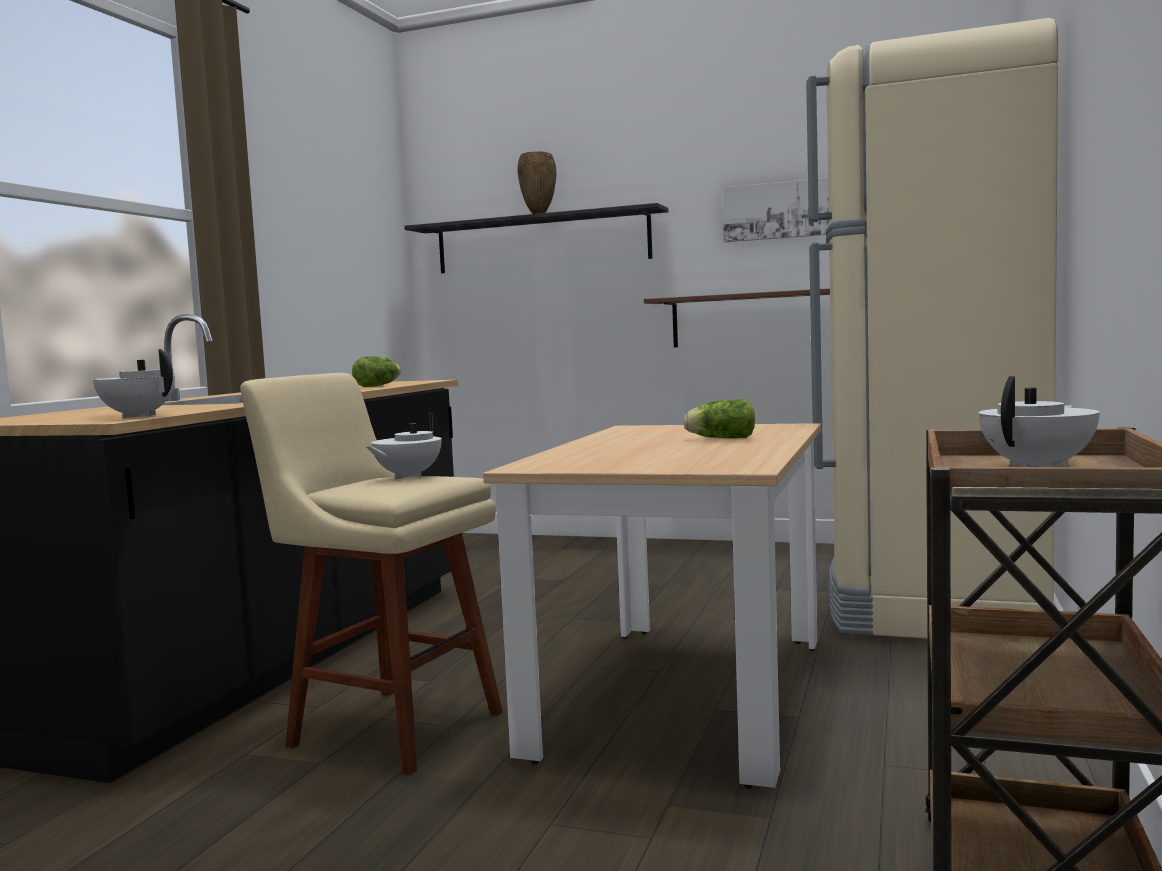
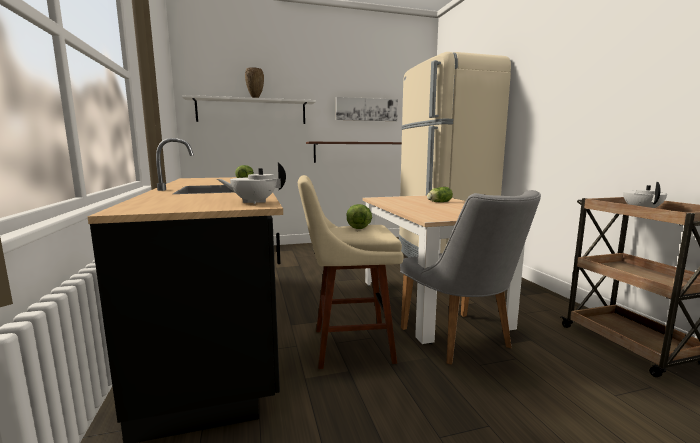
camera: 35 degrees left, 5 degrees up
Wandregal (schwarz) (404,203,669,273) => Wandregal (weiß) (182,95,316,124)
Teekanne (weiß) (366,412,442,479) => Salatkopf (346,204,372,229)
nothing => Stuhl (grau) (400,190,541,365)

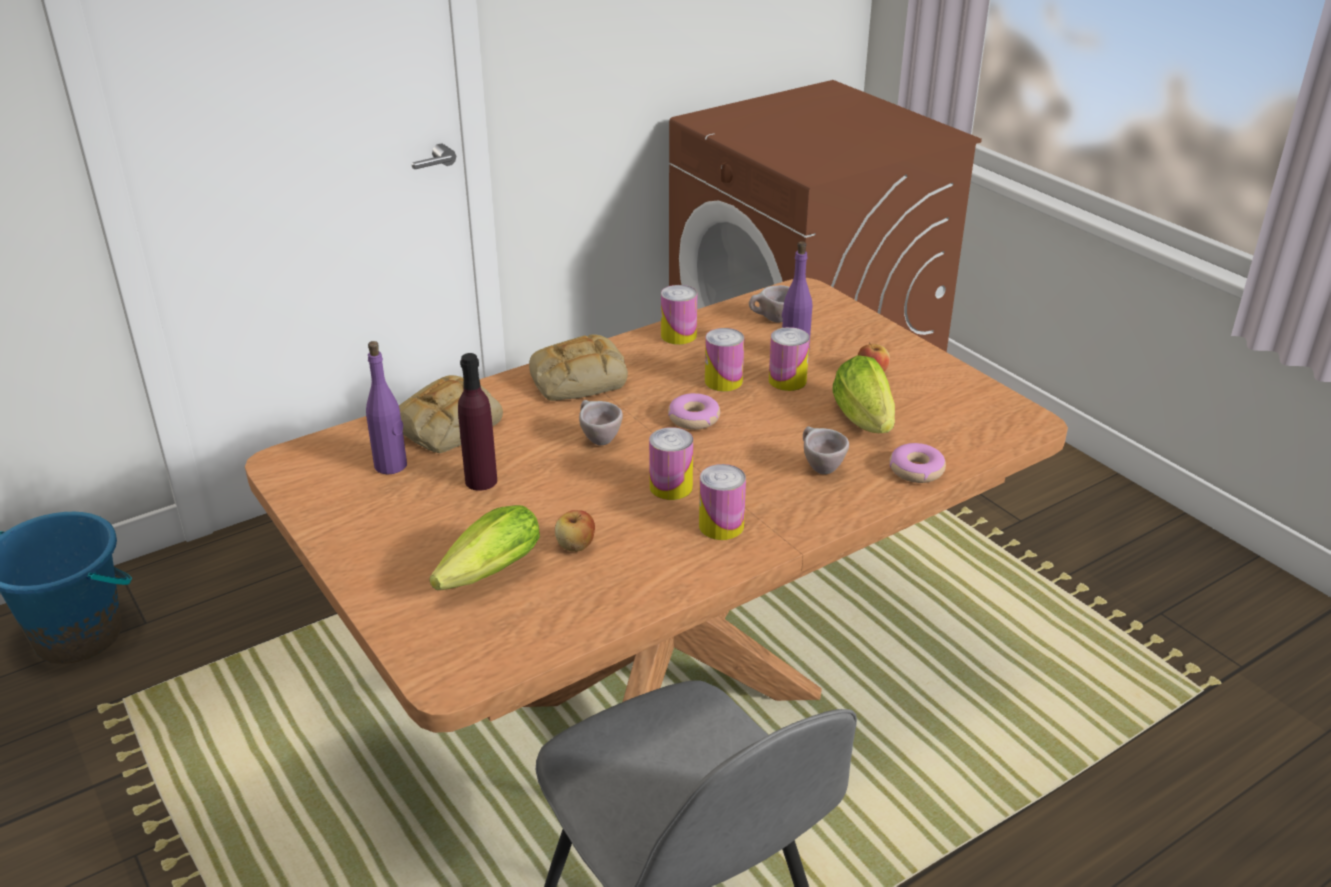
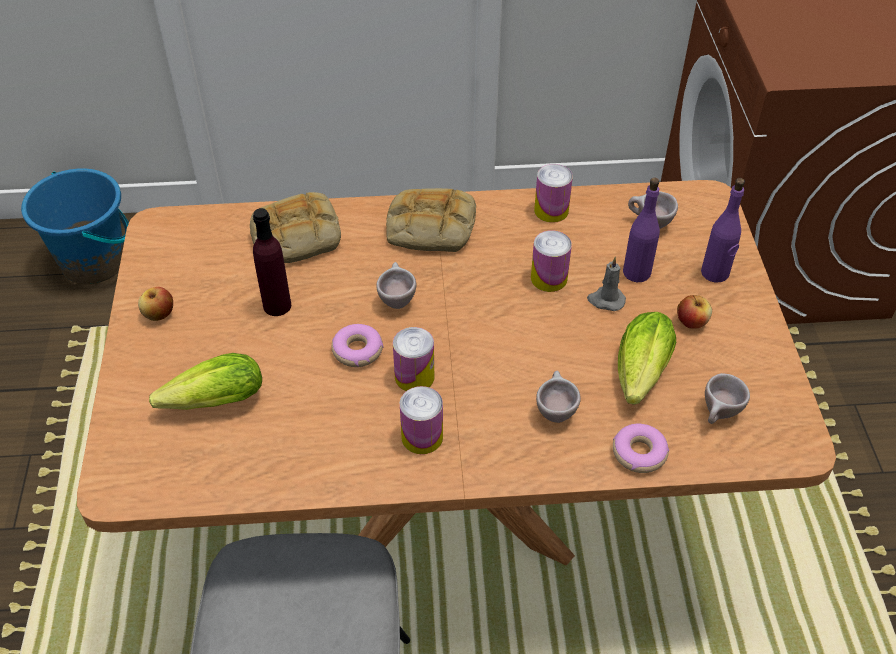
camera: 30 degrees right, 15 degrees up
Dose (769,327,810,391) => Kerze (grau) (587,257,626,311)
Flasche (lila) (366,341,407,475) => Flasche (lila) (701,178,745,282), shifted
Donut (668,393,720,430) => Donut (332,324,384,367), shifted
Apfel (555,510,595,552) => Apfel (138,287,173,321), shifted
nothing => Tasse (beige) (705,373,750,424)

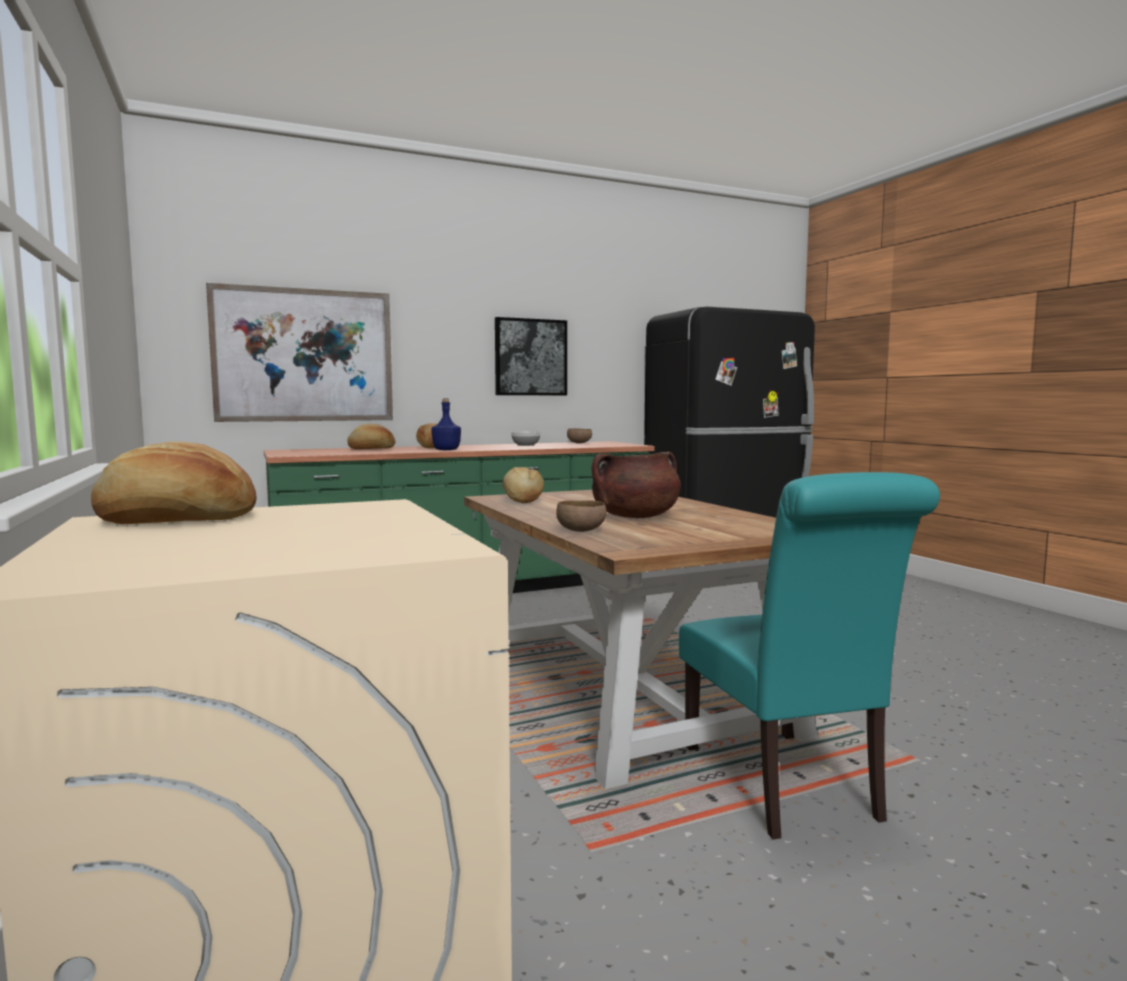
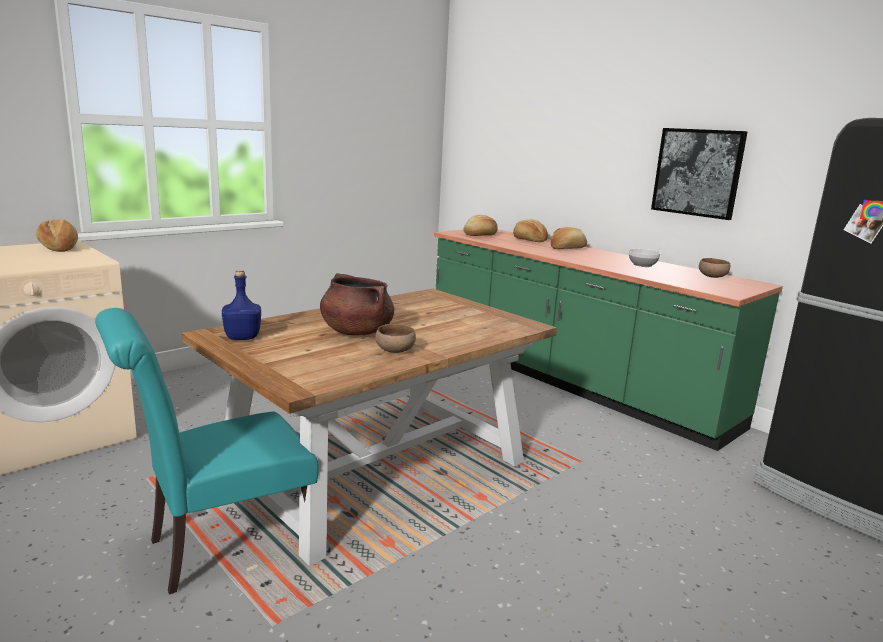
camera: 70 degrees right, 10 degrees up
Bild (206,283,393,422) => nothing
Flasche (blau) (432,398,461,450) => Flasche (blau) (222,270,261,340), shifted
Brot (503,467,544,503) => Brot (463,215,498,236), shifted
Schüssel (braun) (556,500,607,532) => Schüssel (braun) (375,324,416,353), shifted

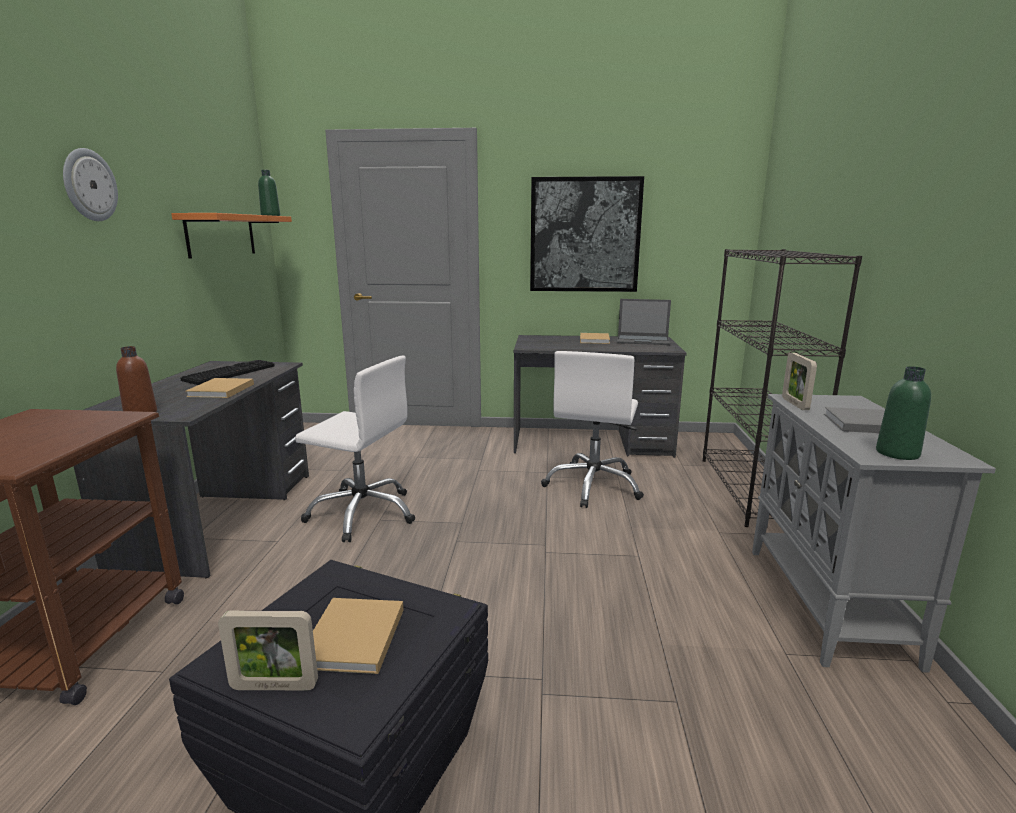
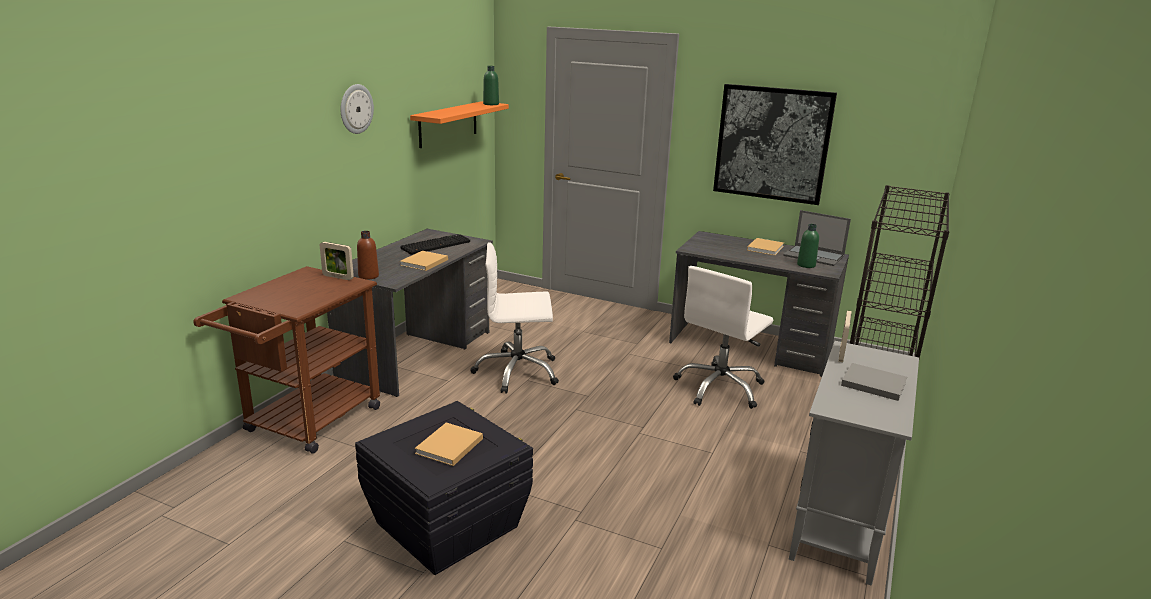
camera: 20 degrees right, 5 degrees up
Bürostuhl (weiß) (295,356,415,542) => Bürostuhl (weiß) (471,242,559,394), 135 degrees clockwise
Flasche (grün) (876,366,931,460) => Flasche (grün) (797,224,819,268), shifted
Bilderrahmen (218,611,318,690) => Bilderrahmen (320,242,354,280), shifted

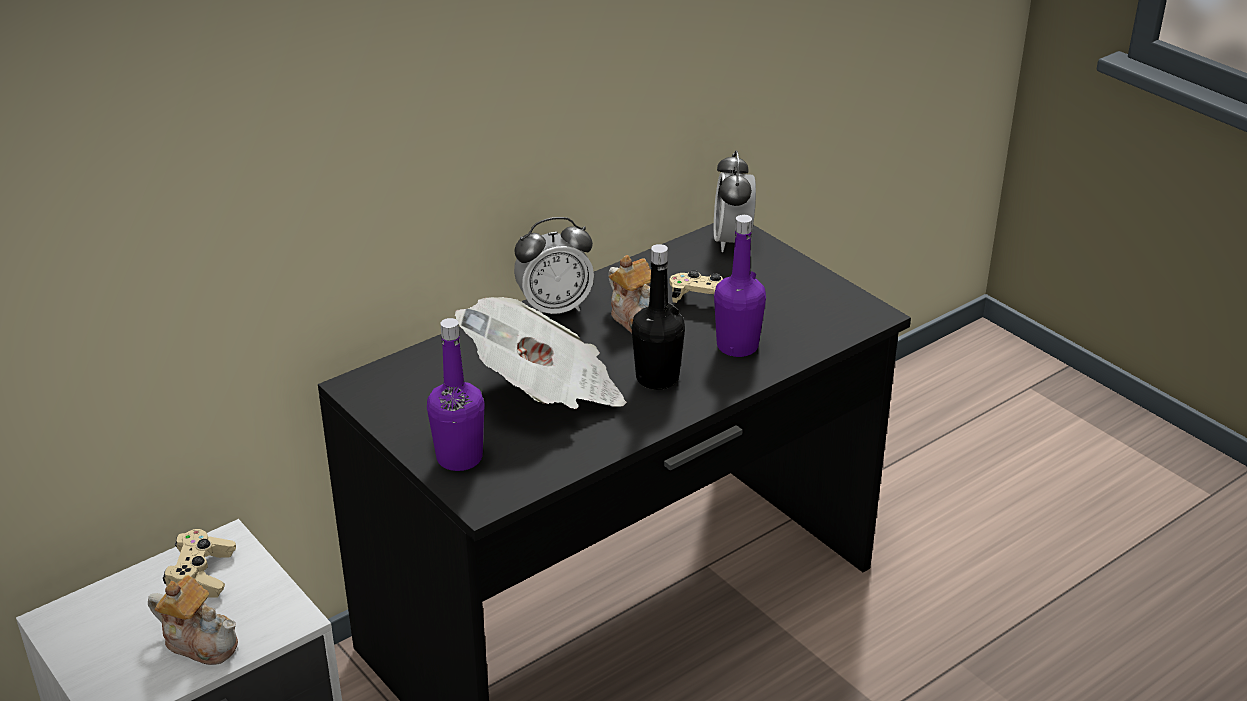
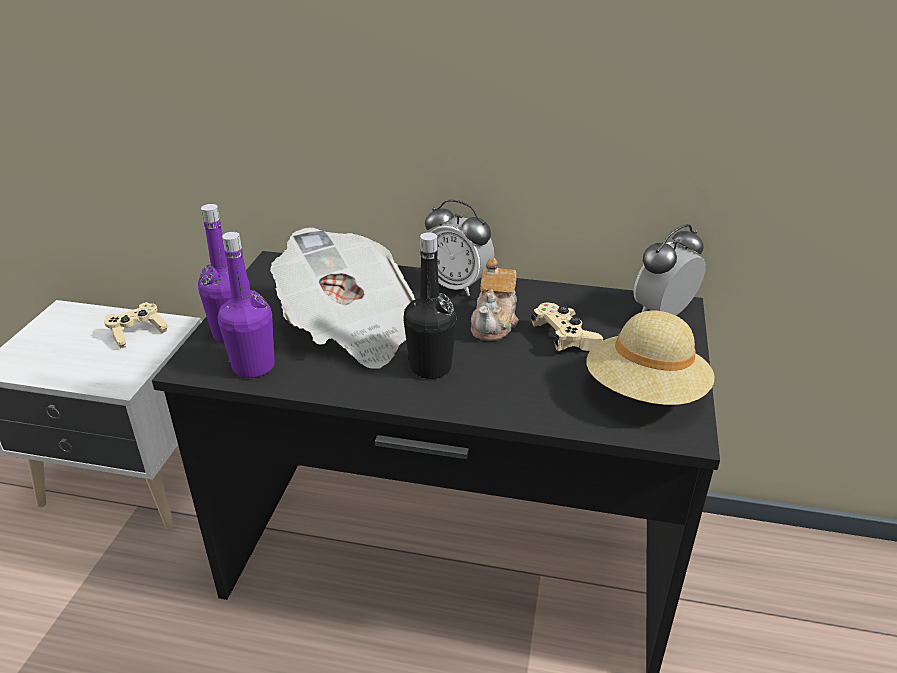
camera: 50 degrees right, 0 degrees up
Flasche (lila) (714,215,766,357) => Flasche (lila) (218,232,275,378), shifted
Teekanne (148,575,238,665) => nothing
nothing => Hut (beige) (587,310,715,405)

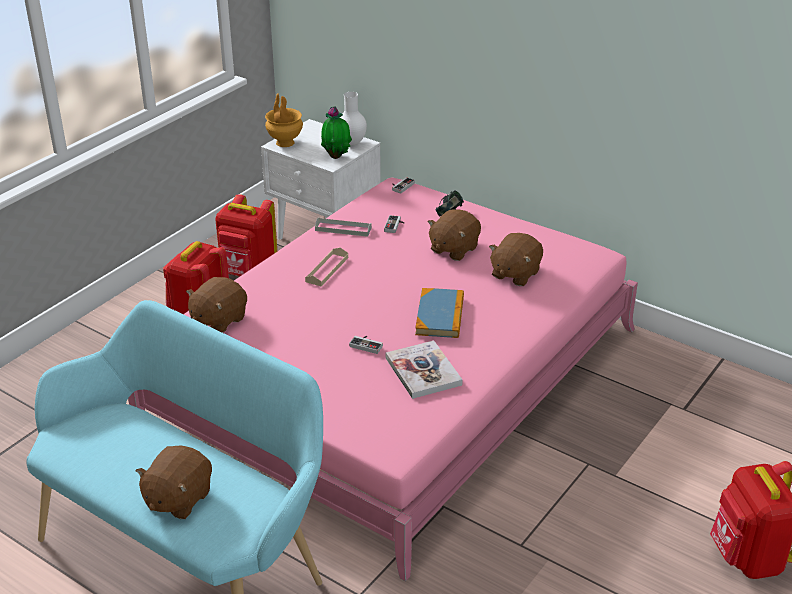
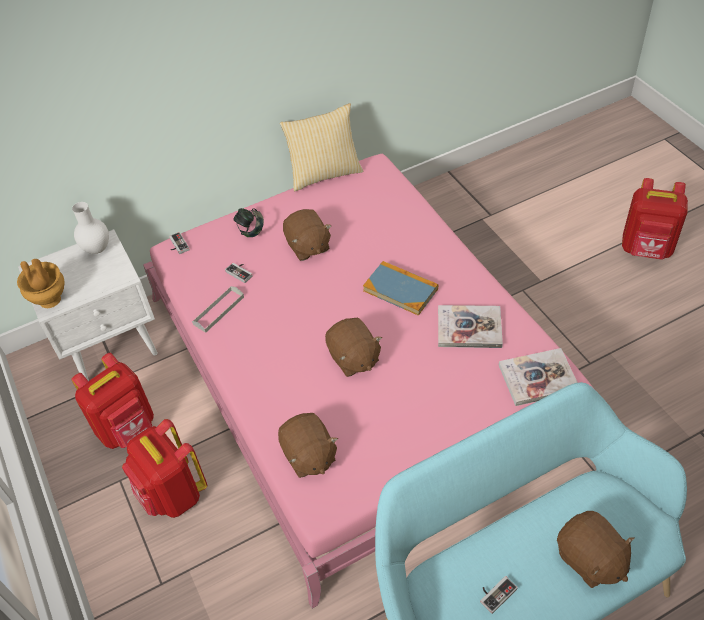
camera: 60 degrees left, 15 degrees up
Topfpflanze (321,106,352,159) => nothing
Plüschtier (braun) (489,233,543,286) => Plüschtier (braun) (325,318,382,377), shifted
Tablett (beige) (305,247,348,286) => nothing
Gamepad (349,336,383,354) => Gamepad (480,576,518,614), shifted
nothing => Kissen (280,103,363,191)
nothing => Buch (499,348,578,406)

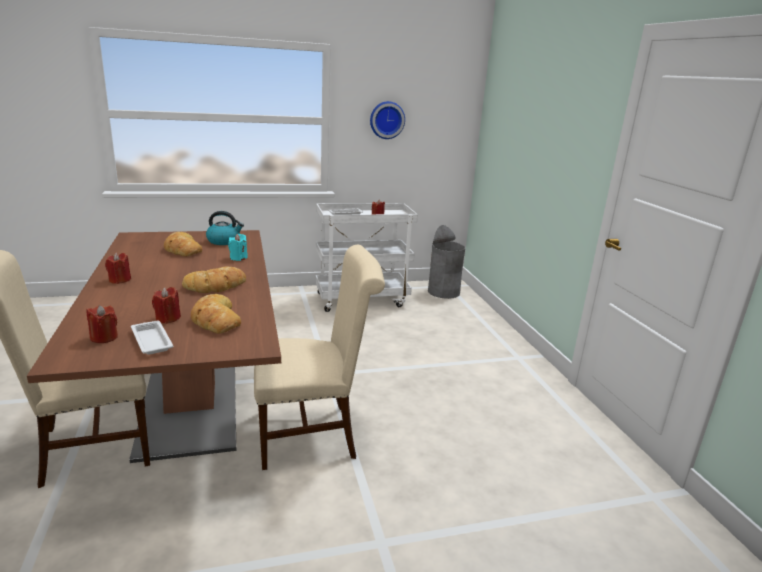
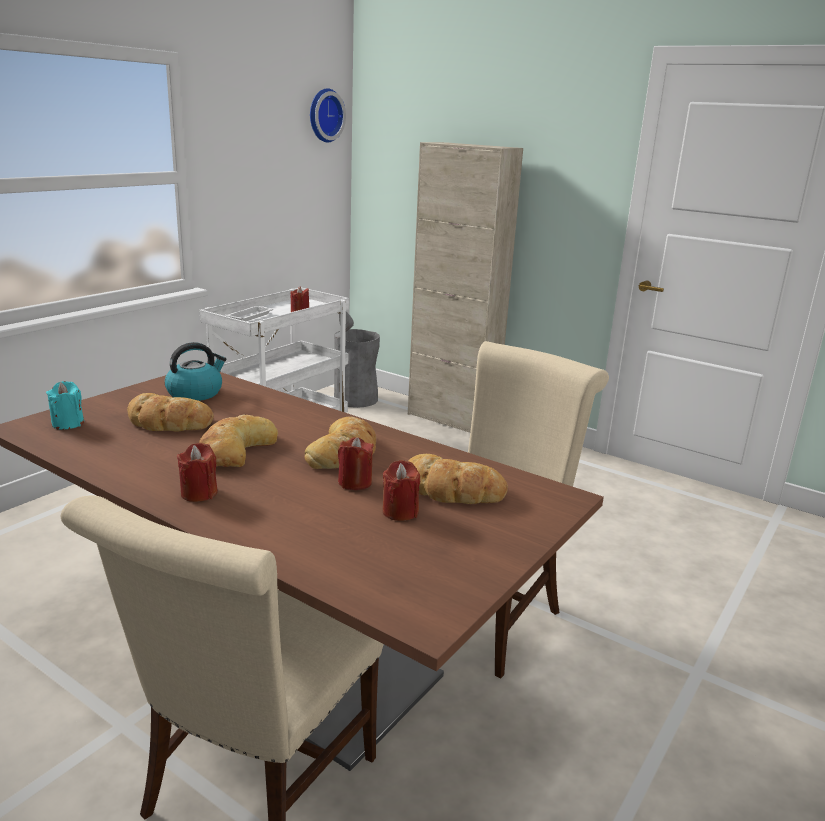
camera: 40 degrees left, 0 degrees up
Wanduhr (370,101,405,139) => Wanduhr (310,88,346,142), shifted
Kerze (türkis) (228,234,248,261) => Kerze (türkis) (46,381,84,429), shifted
Kerze (rot) (87,305,118,343) => Kerze (rot) (338,437,374,490), shifted
Tablett (weiß) (131,321,173,355) => nothing
nothing => Schrank (beige) (408,142,523,433)
nothing => Brot (199,415,278,467)

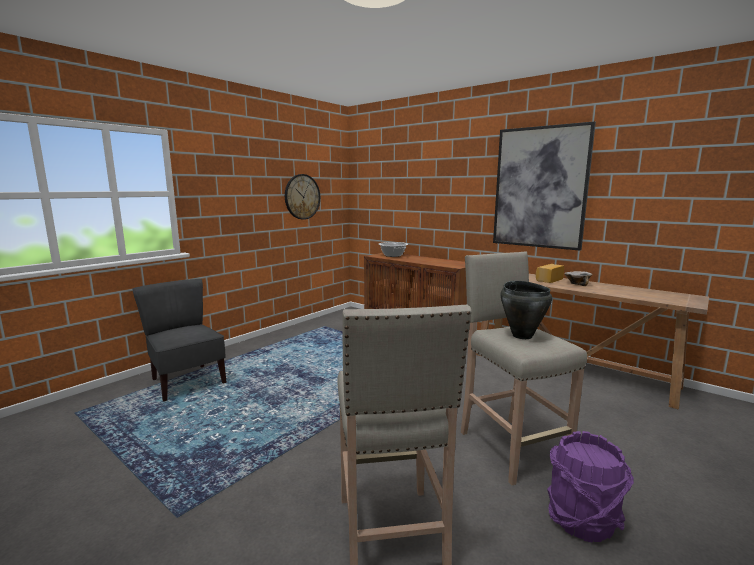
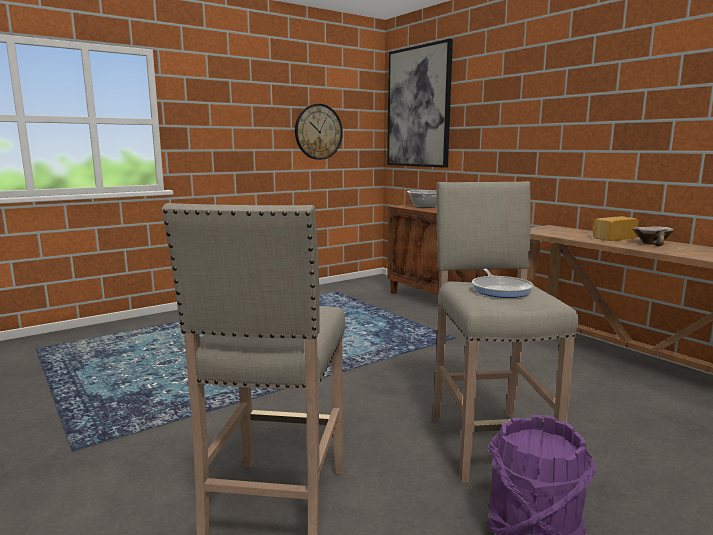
camera: 15 degrees right, 0 degrees up
Bild (493,121,596,251) => Bild (387,38,453,168), shifted
Stuhl (grau) (132,279,227,401) => nothing
Kochtopf (schwarz) (501,281,552,339) => Pfanne (472,269,534,298)

